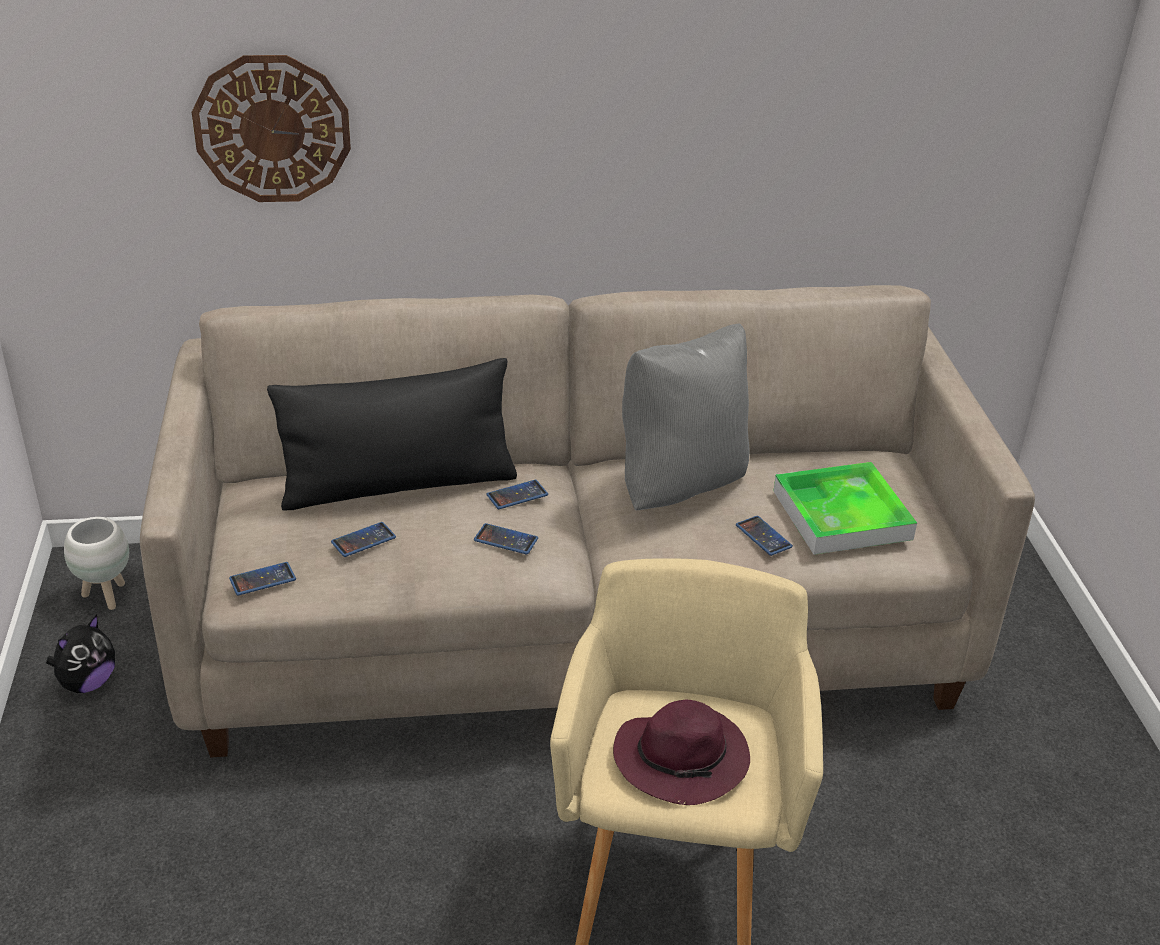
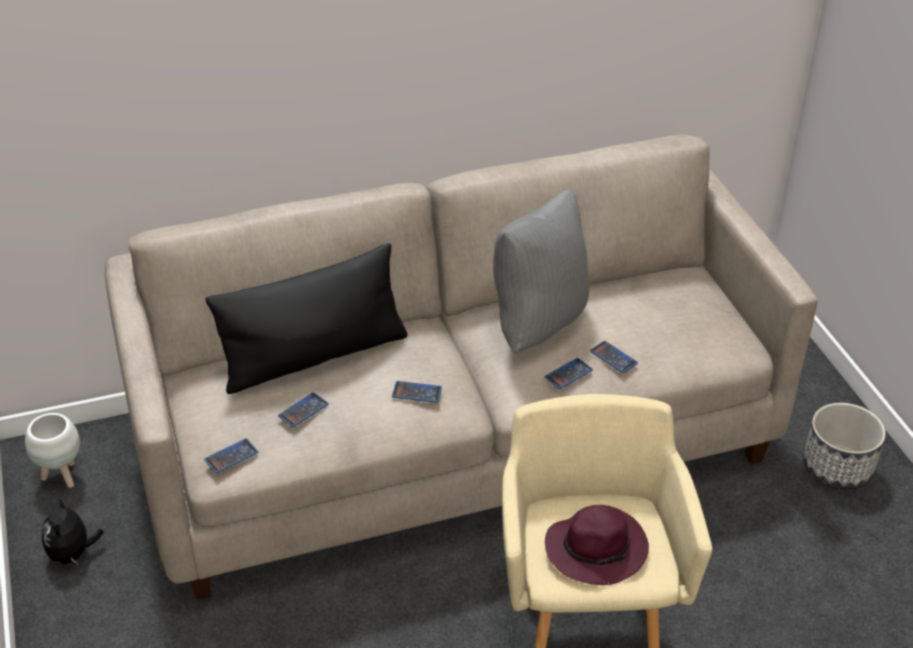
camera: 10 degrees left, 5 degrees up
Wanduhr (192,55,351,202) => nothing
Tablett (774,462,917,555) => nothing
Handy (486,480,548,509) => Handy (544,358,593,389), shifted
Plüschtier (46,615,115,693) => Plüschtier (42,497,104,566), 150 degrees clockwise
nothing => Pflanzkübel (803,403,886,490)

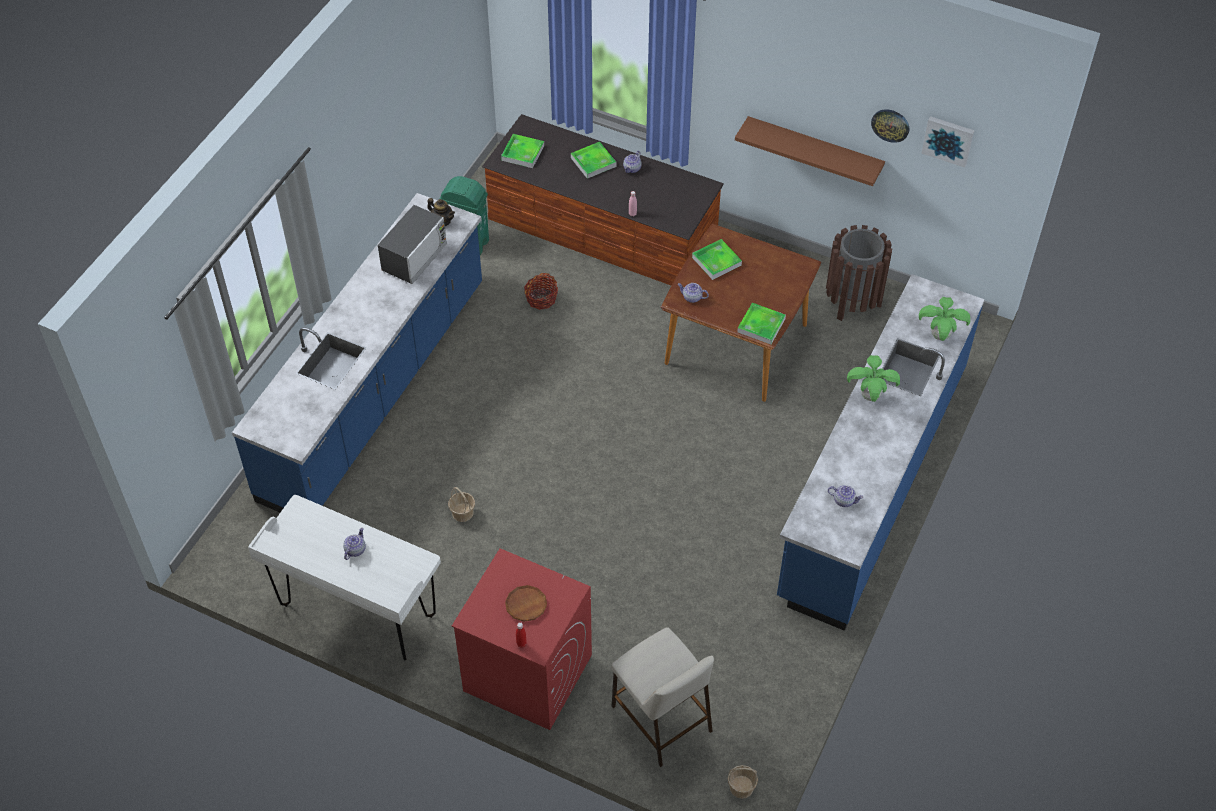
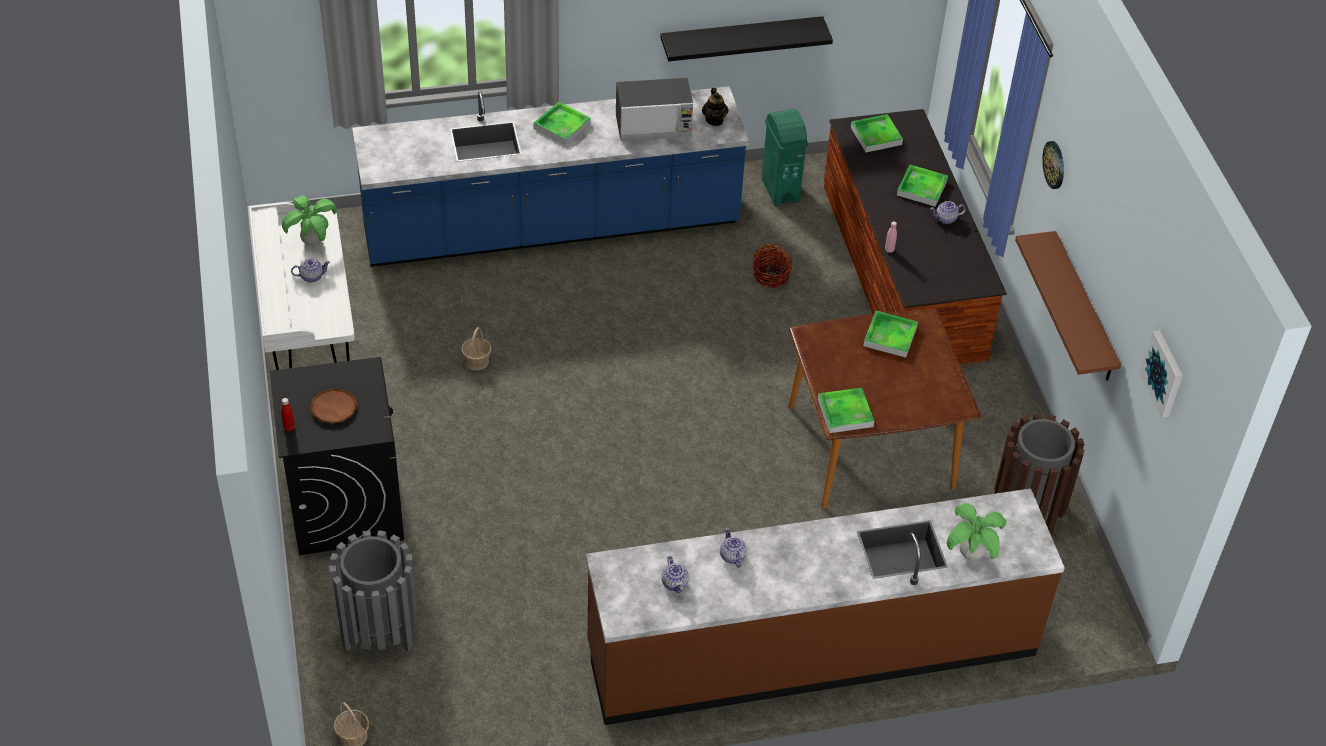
camera: 50 degrees right, 5 degrees down
Wanduhr (871,109,909,143) => Wanduhr (1042,141,1064,189), shifted
Küchenzeile (blau) (777,274,985,631) => Küchenzeile (braun) (586,489,1065,725)
Teekanne (677,283,709,303) => Teekanne (720,527,747,568), shifted
Topfpflanze (847,355,900,402) => Topfpflanze (282,196,337,246), shifted
Waschmaschine (rot) (452,548,592,730) => Waschmaschine (schwarz) (270,357,404,555)
Hocker (beige) (611,627,714,767) => Mülleimer (grau) (329,530,418,651)
nothing => Wandregal (schwarz) (660,16,833,62)
nothing => Tablett (534,102,591,145)

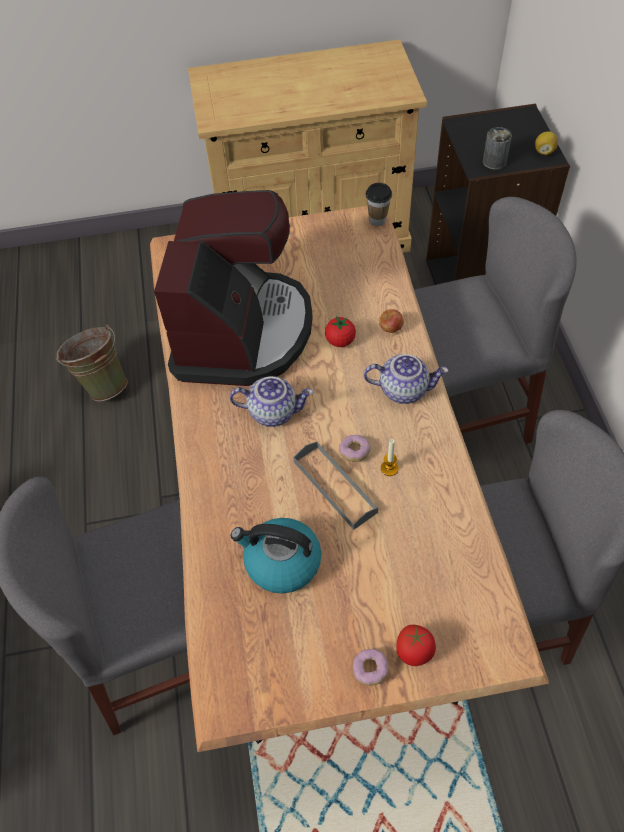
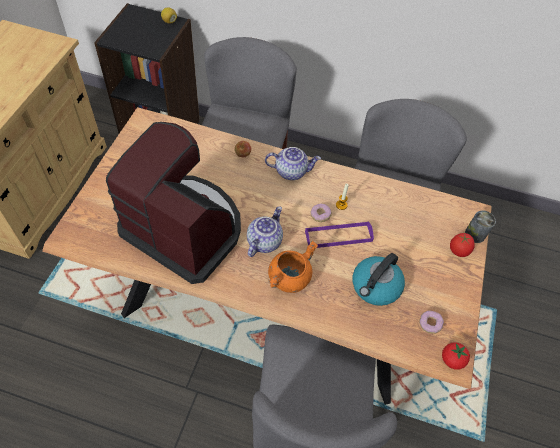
camera: 70 degrees left, 0 degrees up
Dose (483,127,512,170) => Dose (465,210,496,243), shifted
Tasse (366,183,392,226) => nothing
Tomate (325,315,356,347) => Tomate (442,343,470,370), shifted
Eimer (grün) (55,324,128,401) => nothing
Teekanne (364,354,449,404) => Teekanne (265,147,321,180), 60 degrees clockwise
Tablett (grau) (293,442,378,530) => Tablett (lila) (305,221,374,248)
Donut (353,649,389,686) => Donut (419,310,444,334), shifted
nothing => Kochtopf (orange) (268,241,318,293)

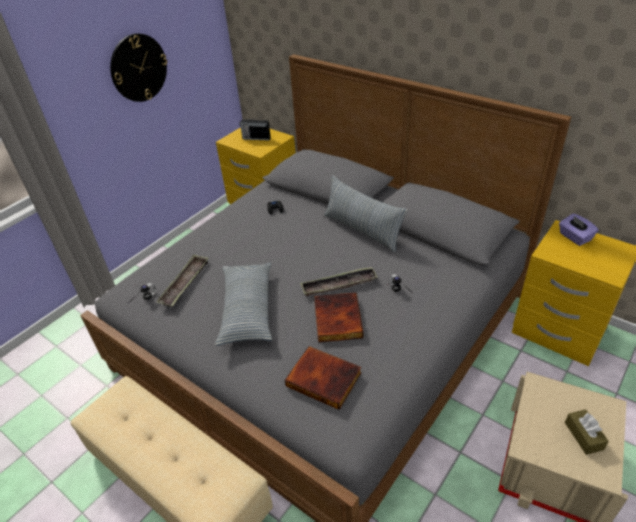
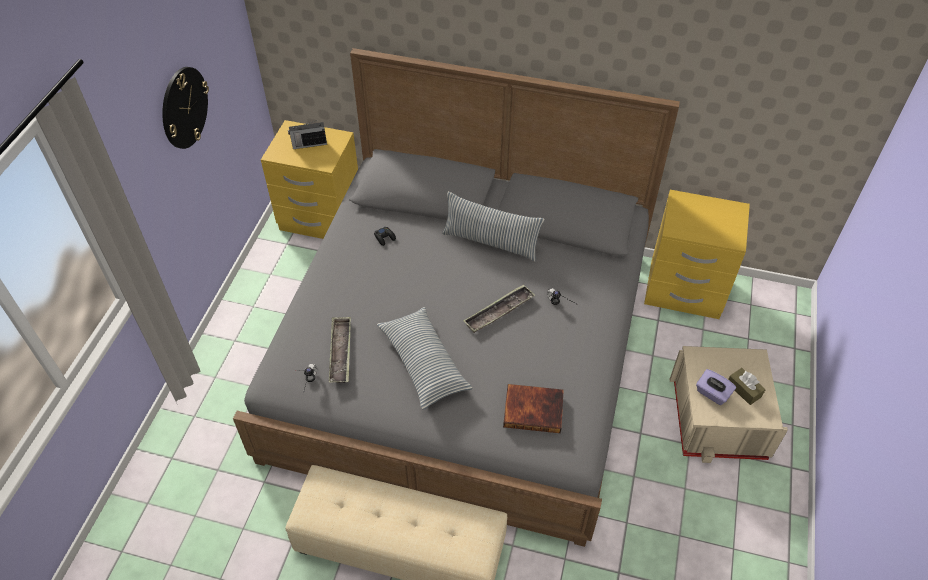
camera: 25 degrees left, 10 degrees up
Taschentuchbox (lila) (559,214,599,246) => Taschentuchbox (lila) (696,369,736,405), shifted
Buch (314,293,364,342) => nothing

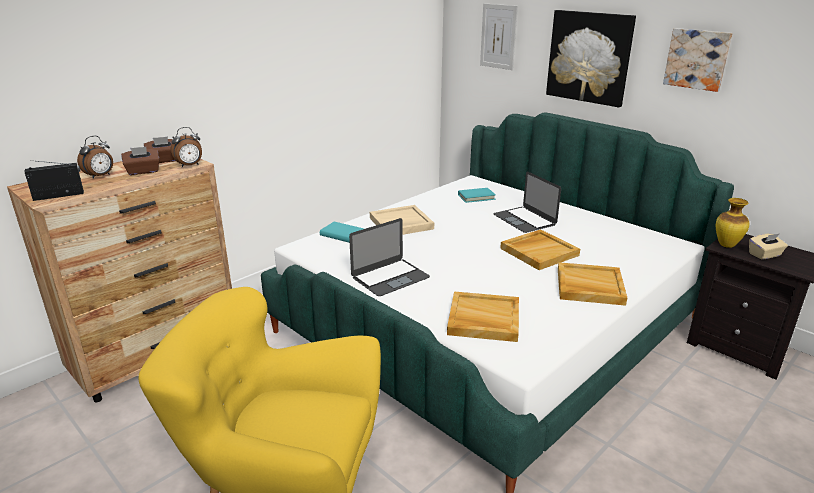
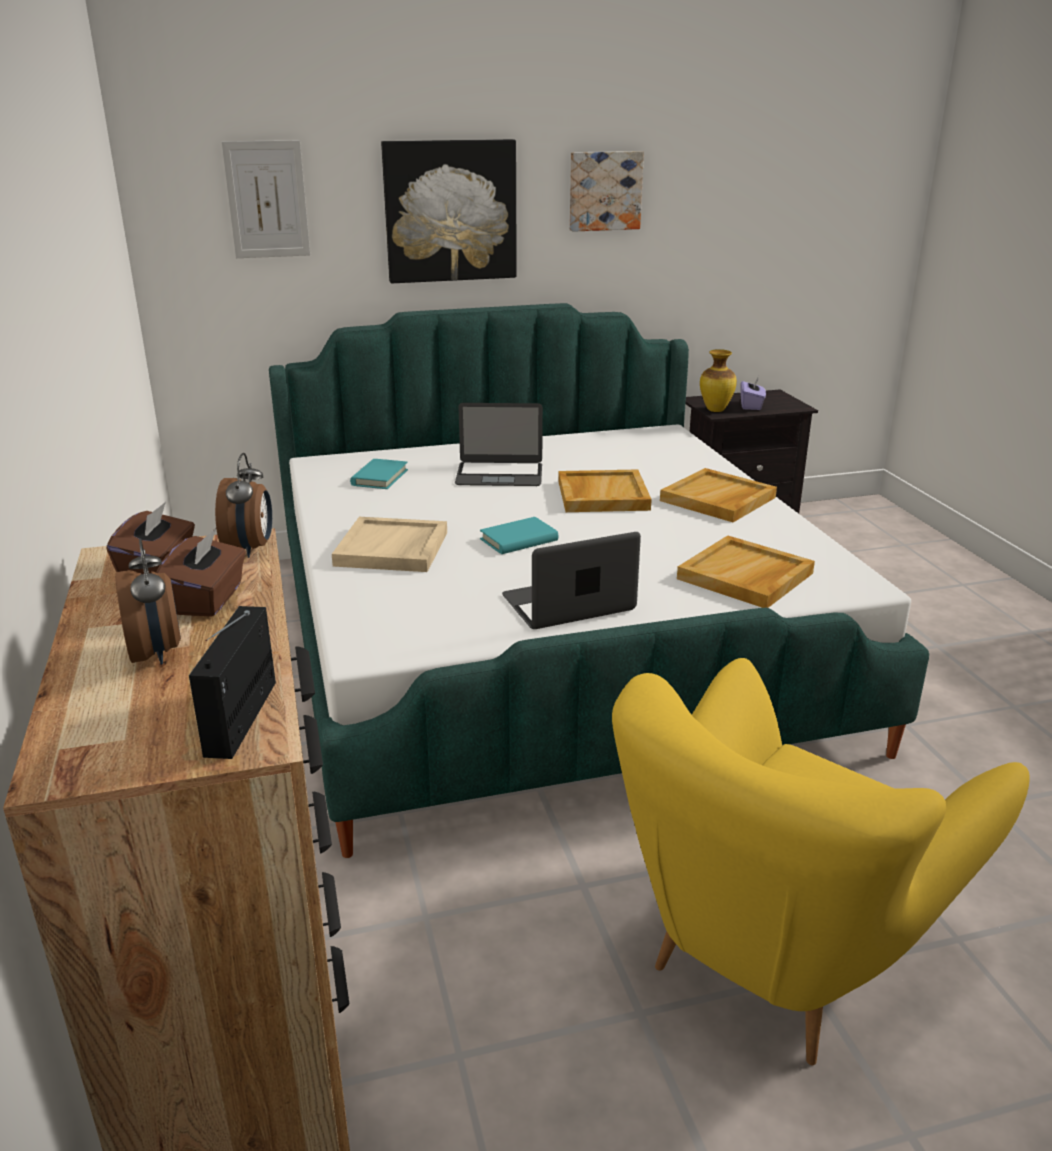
camera: 60 degrees left, 0 degrees up
Laptop (349,218,430,296) => Laptop (502,532,641,629), 105 degrees counterclockwise
Buch (türkis) (320,222,364,243) => Buch (türkis) (480,517,558,554), shifted
Taschentuchbox (beige) (749,234,788,260) => Taschentuchbox (lila) (740,378,766,410)

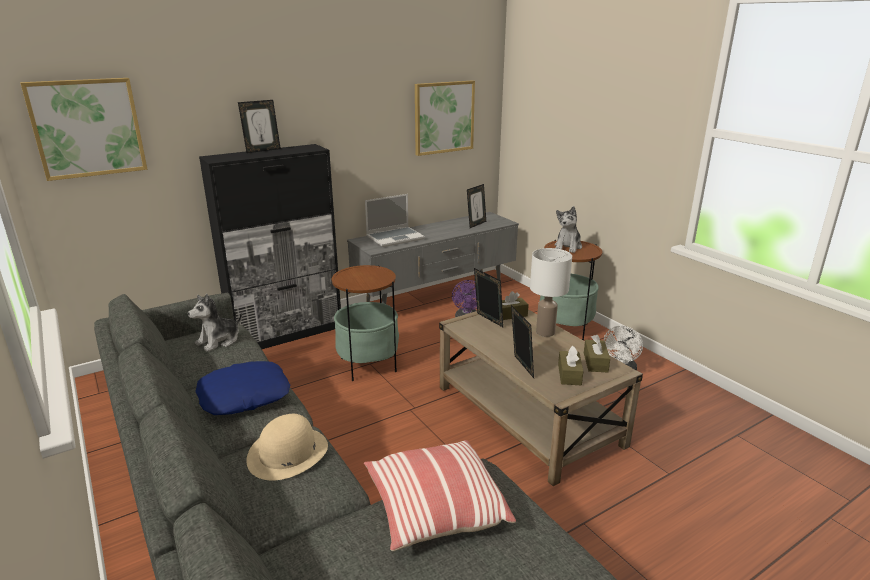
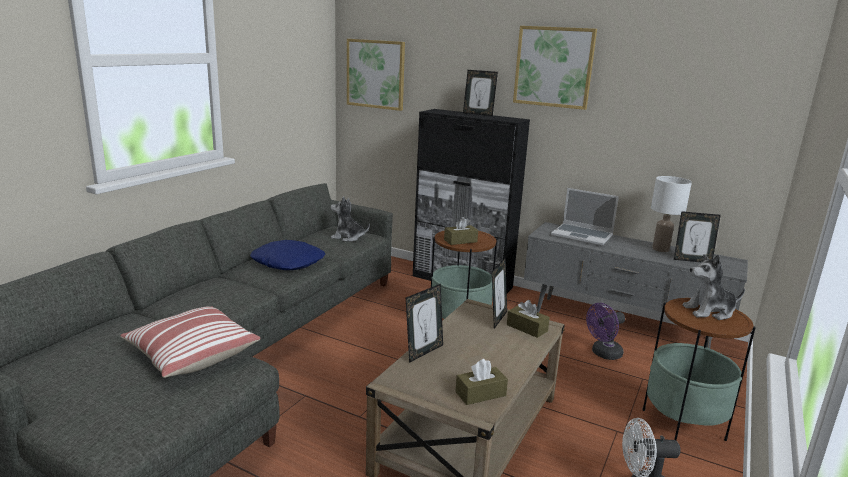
camera: 60 degrees right, 5 degrees down
Bild (415,81,475,156) => Bild (513,26,597,110), shifted
Tischlampe (weiß) (530,248,572,337) => Tischlampe (weiß) (651,176,692,252), shifted
Taschentuchbox (braun) (558,346,583,385) => Taschentuchbox (braun) (444,217,478,245), shifted
Hut (beige) (246,414,328,481) => nothing

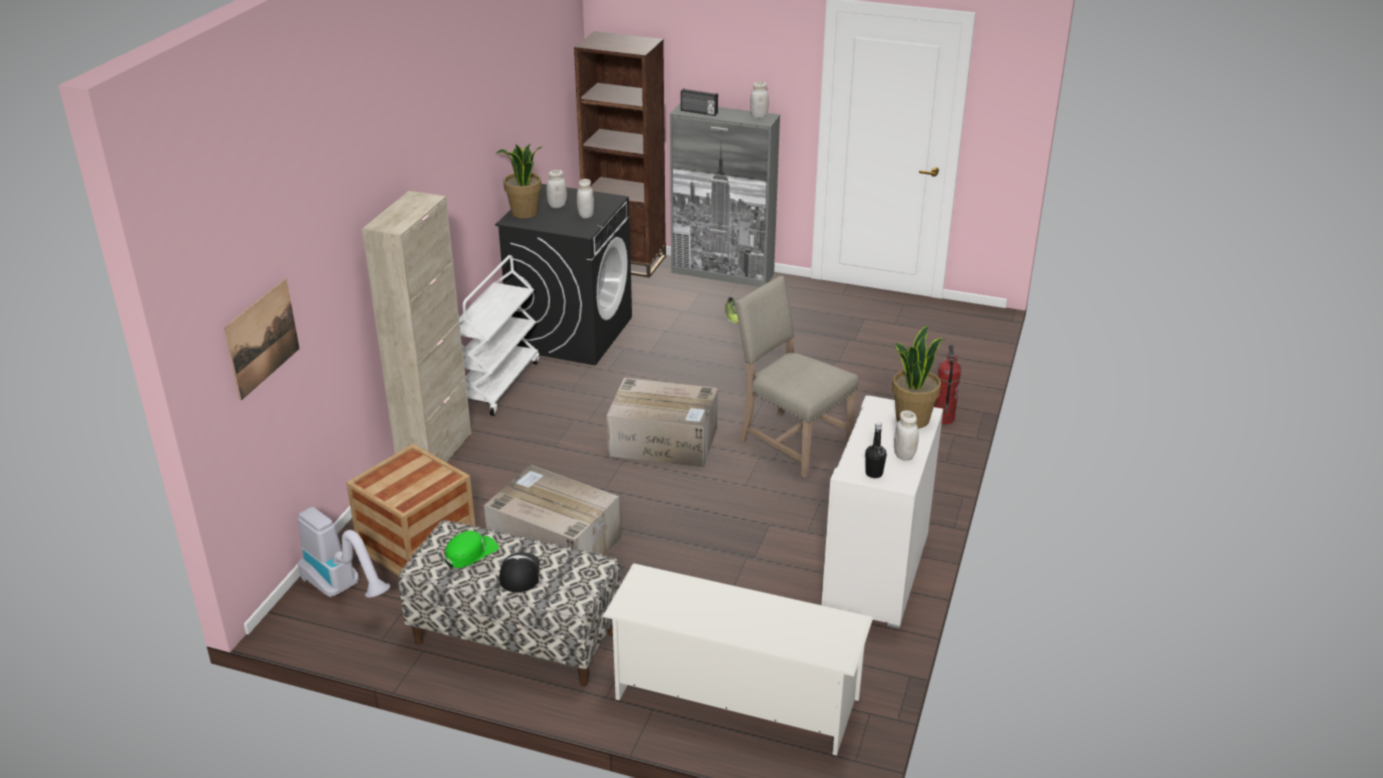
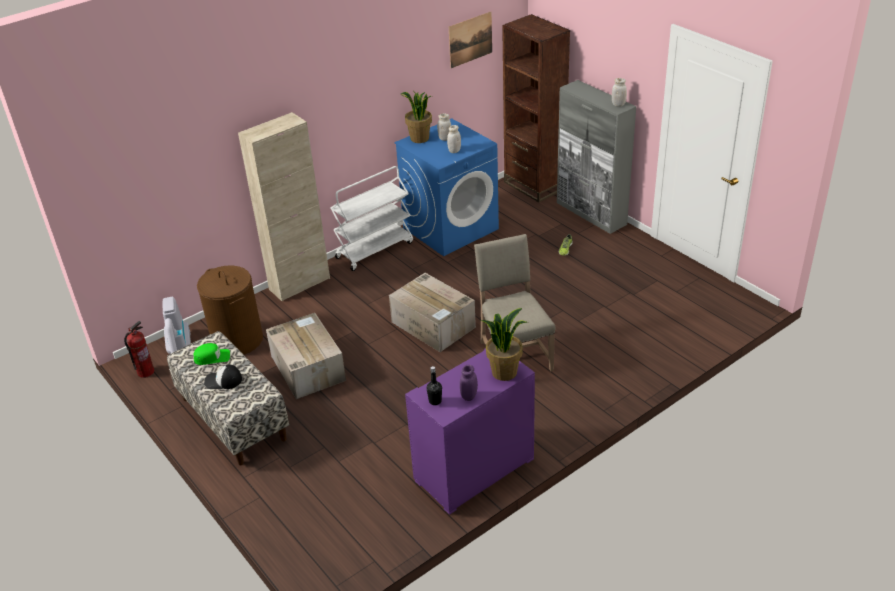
camera: 35 degrees right, 5 degrees up
Radio (681,88,718,116) => nothing
Waschmaschine (schwarz) (495,184,632,365) => Waschmaschine (blau) (394,118,499,256)
Bild (224,279,299,400) => Bild (449,12,492,68), shifted
Feuerlöscher (934,345,961,425) => Feuerlöscher (124,321,154,378), shifted
Kommode (weiß) (821,395,943,629) => Kommode (lila) (405,348,535,515)
Vorratsglas (weiß) (894,410,919,461) => Vorratsglas (lila) (460,365,478,401)
Kiste (346,444,476,576) => Wäschekorb (braun) (197,265,263,355)
Kappe (499,553,540,593) => Kappe (204,364,242,389), 120 degrees counterclockwise
Schuhregal (weiß) (602,563,873,756) => nothing

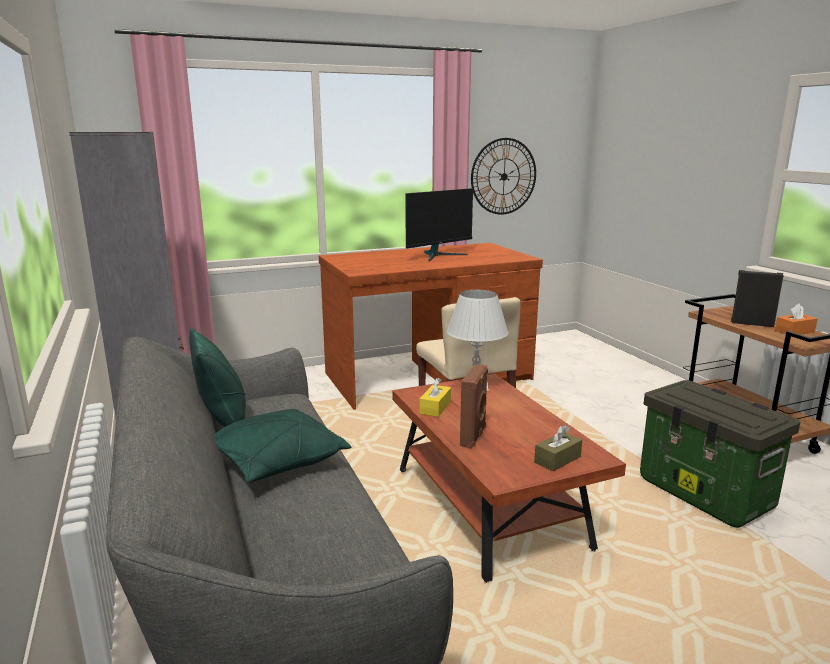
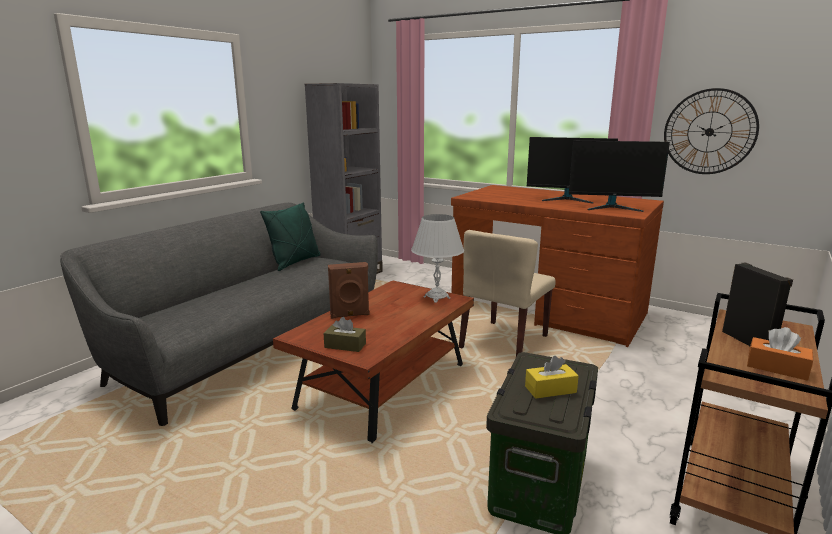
camera: 55 degrees right, 0 degrees up
Taschentuchbox (gelb) (419,378,451,417) => Taschentuchbox (gelb) (525,356,579,399), shifted
Kissen (grün) (213,409,351,483) => nothing
nothing => Monitor (569,141,670,212)

